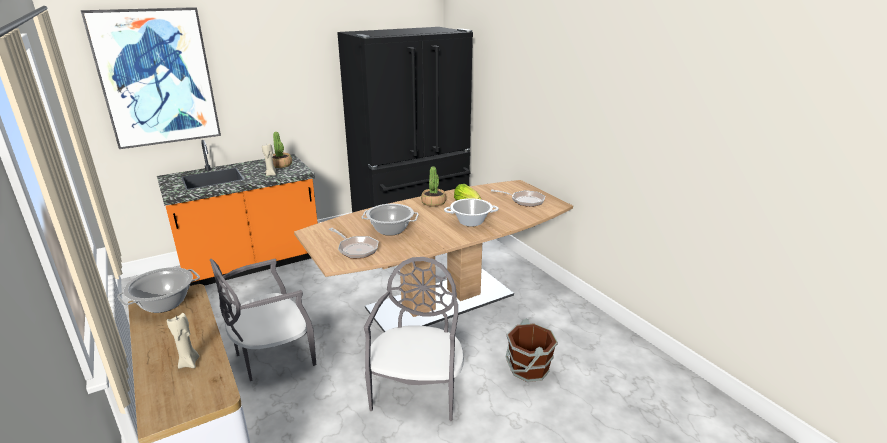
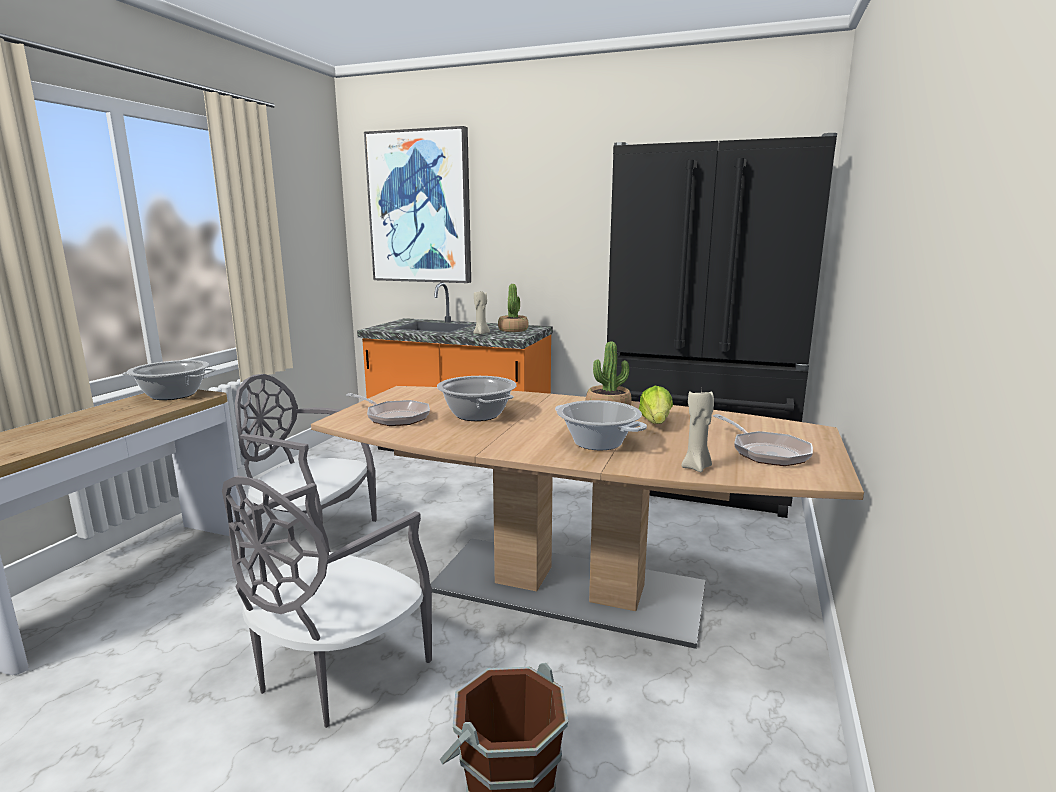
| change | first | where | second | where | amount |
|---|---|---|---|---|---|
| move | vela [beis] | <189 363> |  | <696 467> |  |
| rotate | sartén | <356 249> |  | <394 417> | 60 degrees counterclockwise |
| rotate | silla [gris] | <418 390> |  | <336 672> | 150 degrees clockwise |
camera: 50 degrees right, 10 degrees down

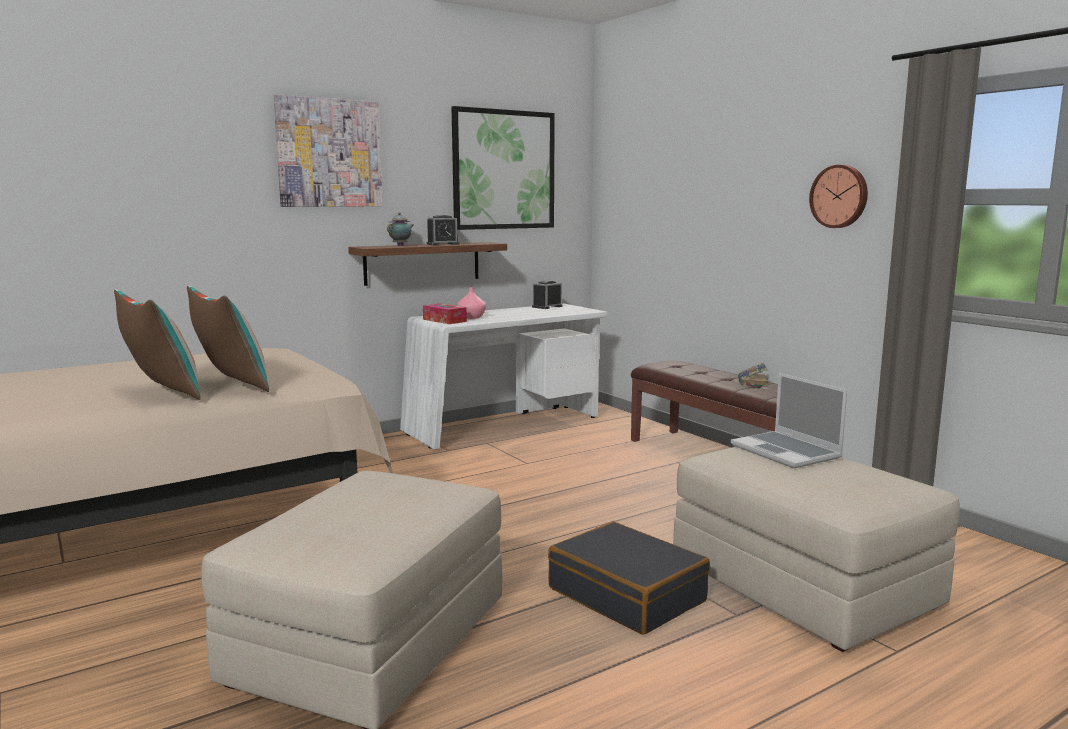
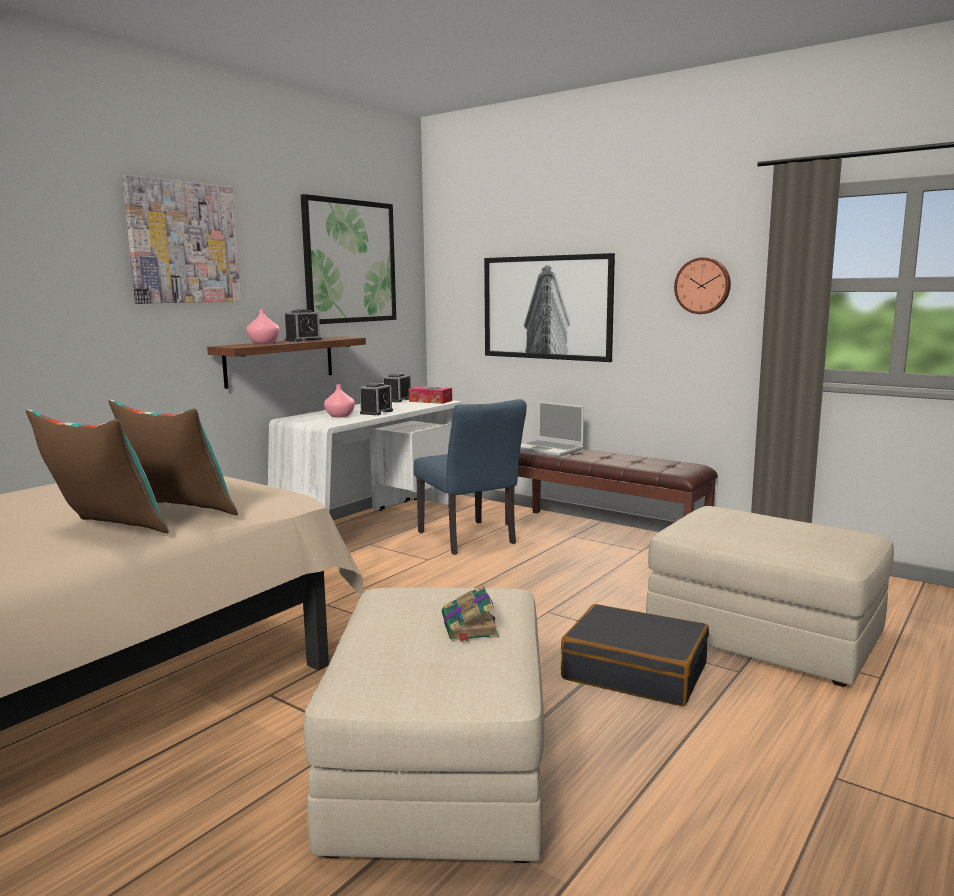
| change | first | where | second | where | amount |
|---|---|---|---|---|---|
| replace | tetera | <401 245> | florero [rosa] | <264 343> |  |
| move | caja de pañuelos | <444 320> |  | <430 401> |  |
| move | portátil | <787 452> |  | <550 450> |  |
| move | libro | <753 382> |  | <469 627> |  |
| insert |  |  | despertador | <376 412> |  |
| insert |  |  | silla [azul] | <470 540> |  |
| insert |  |  | cuadro | <546 307> |  |
camera: 20 degrees left, 0 degrees up

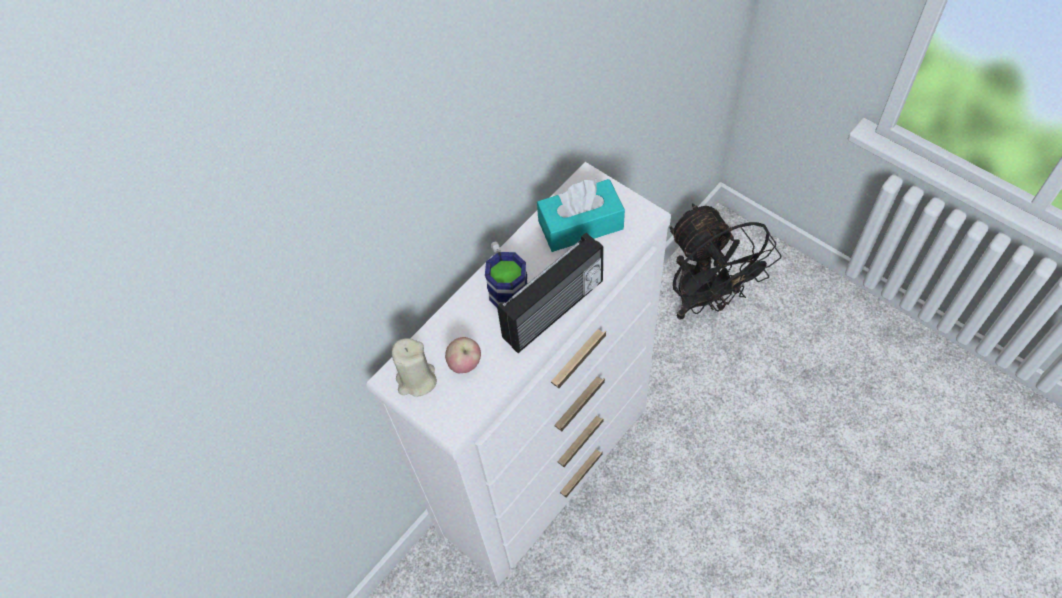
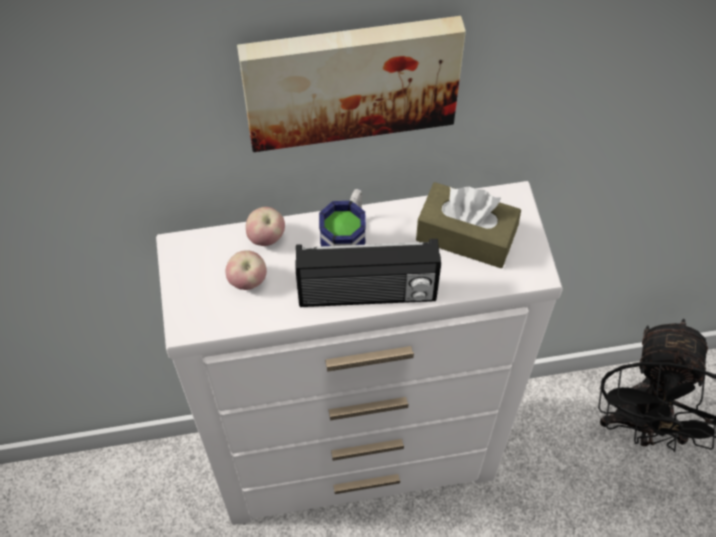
| change | first | where | second | where | amount |
|---|---|---|---|---|---|
| delete | vela [beis] | <416 380> |  |  |  |
| recolor | caja de pañuelos [turquesa] | <580 225> | caja de pañuelos [marrón] | <466 235> |  |
| insert |  |  | cuadro | <350 79> |  |
| insert |  |  | manzana | <266 237> |  |
camera: 35 degrees right, 0 degrees up

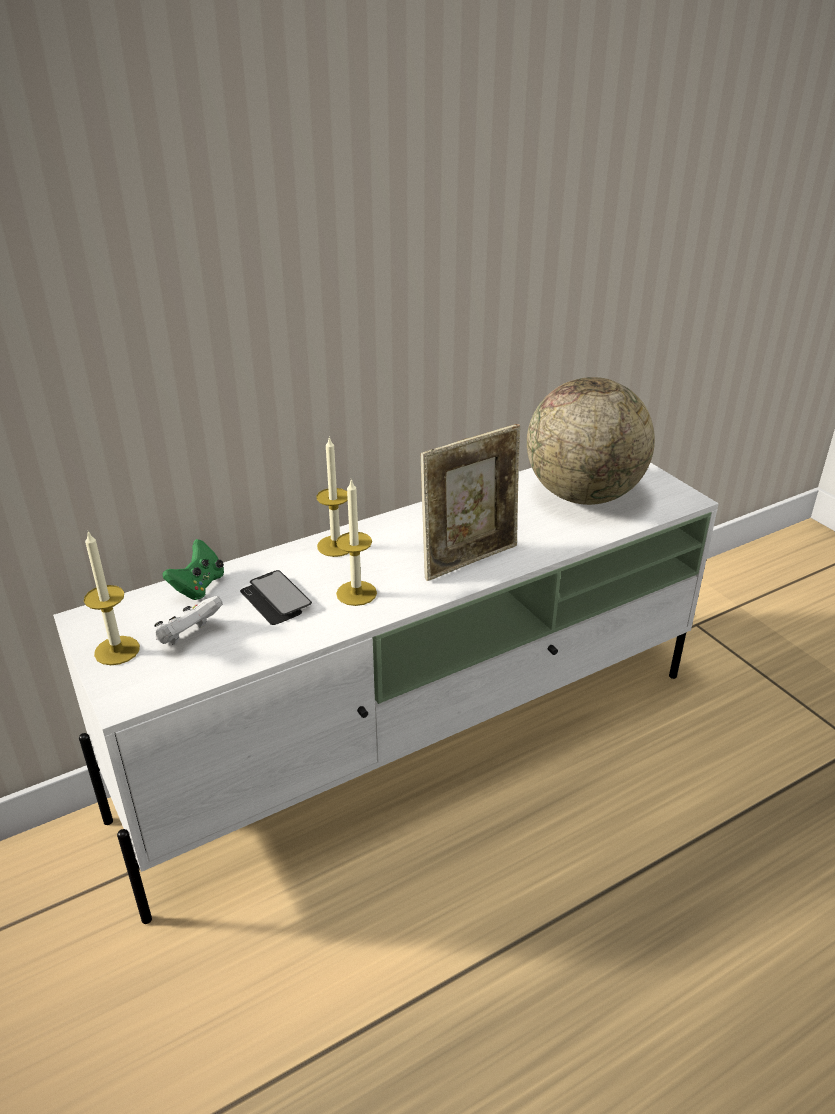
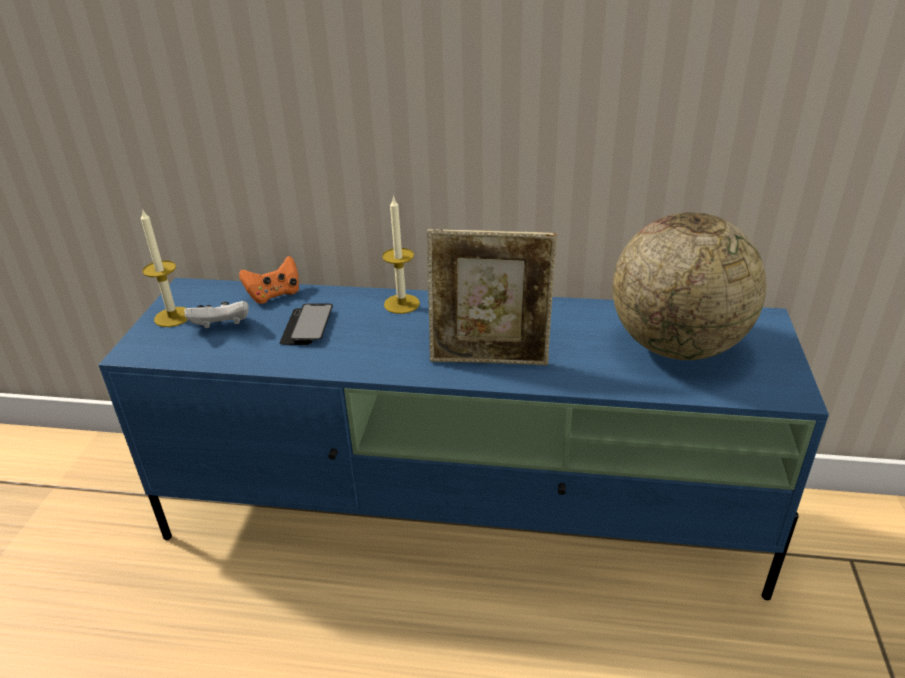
| change | first | where | second | where | amount |
|---|---|---|---|---|---|
| recolor | mueble de televisión [blanco] | <419 742> | mueble de televisión [azul] | <462 520> |  |
| recolor | mando de consola [verde] | <198 586> | mando de consola [naranja] | <274 295> |  |
| delete | vela | <356 593> |  |  |  |
camera: 40 degrees right, 0 degrees up

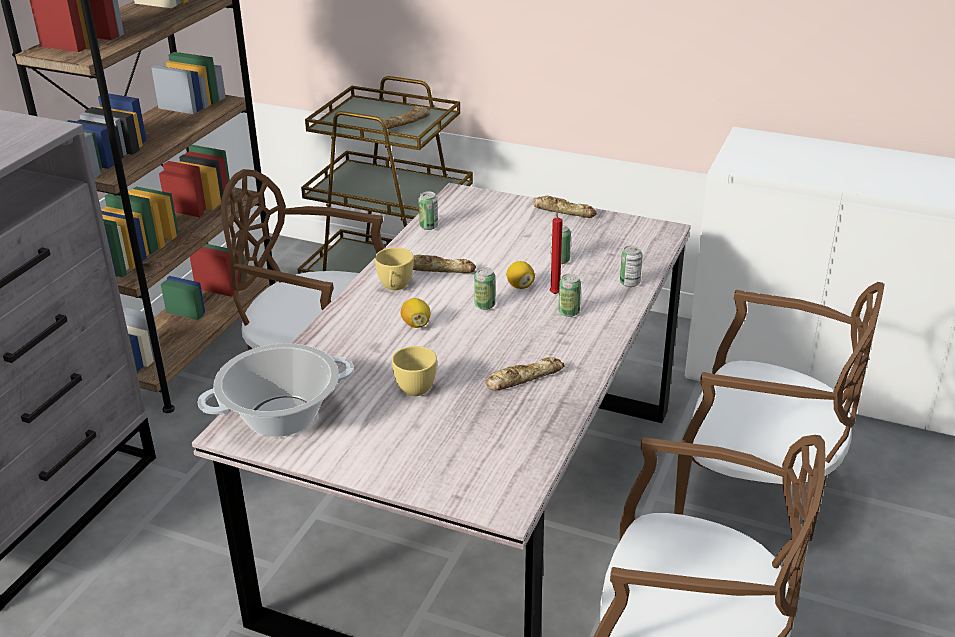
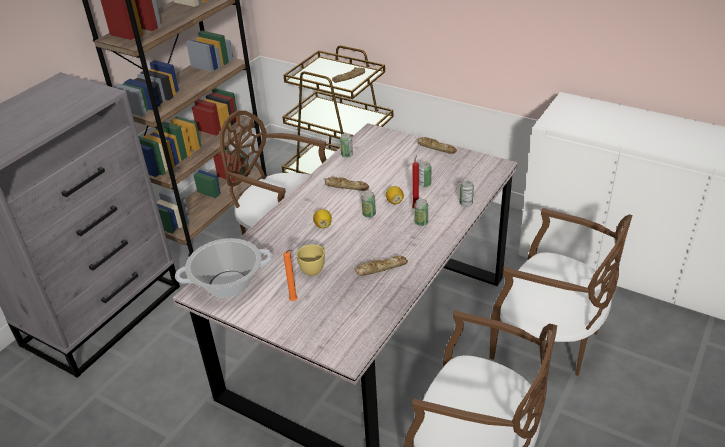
| change | first | where | second | where | amount |
|---|---|---|---|---|---|
| delete | taza [amarillo] | <395 287> |  |  |  |
| insert |  |  | vela [naranja] | <294 301> |  |
camera: 10 degrees right, 5 degrees up

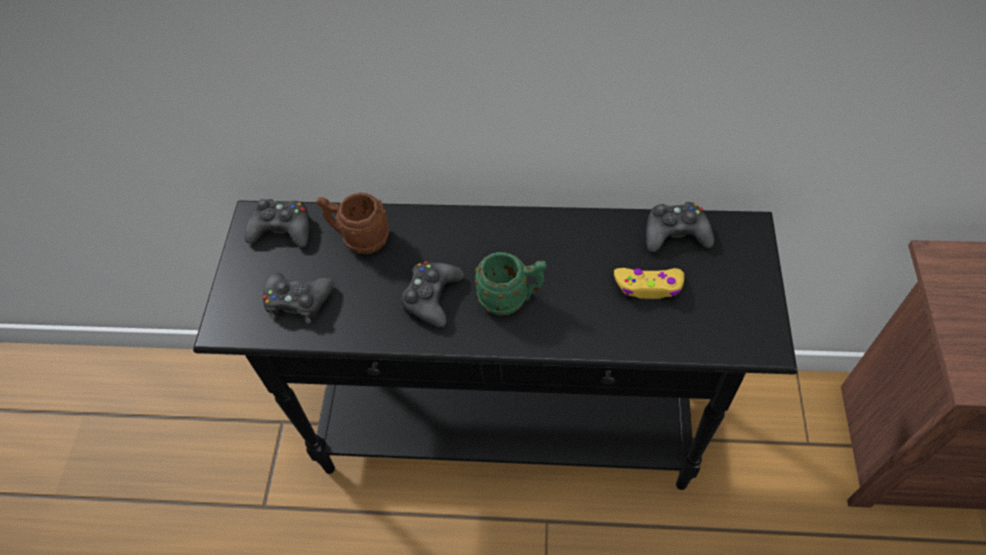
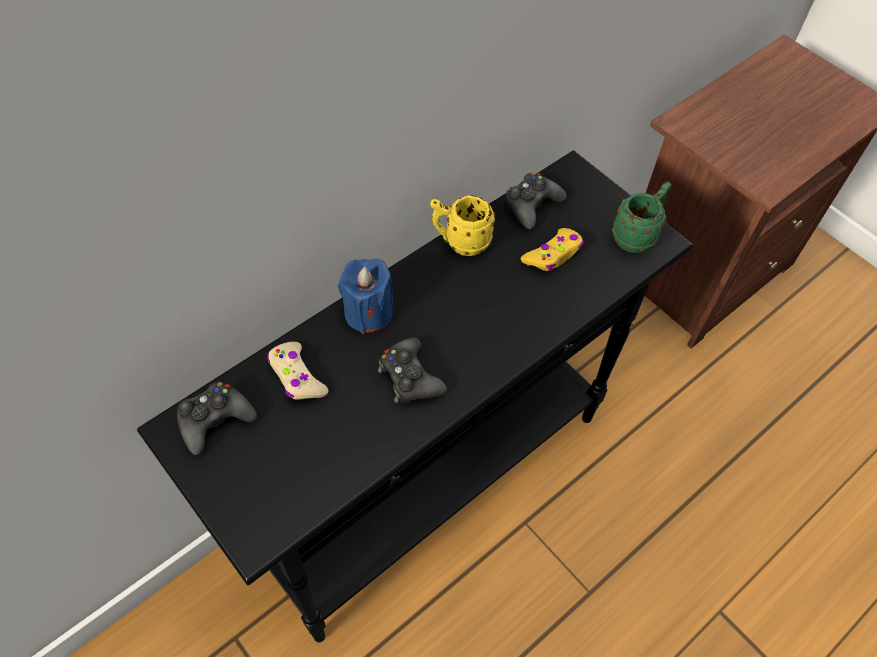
| change | first | where | second | where | amount |
|---|---|---|---|---|---|
| delete | mando de consola [negro] | <298 301> |  |  |  |
| replace | taza grande [marrón] | <359 239> | mando de consola [beis] | <297 377> |  |
| move | taza grande [verde] | <511 299> |  | <637 235> |  |
| insert |  |  | vela [azul] | <368 313> |  |
| insert |  |  | taza grande [amarillo] | <460 242> |  |
camera: 50 degrees left, 0 degrees up

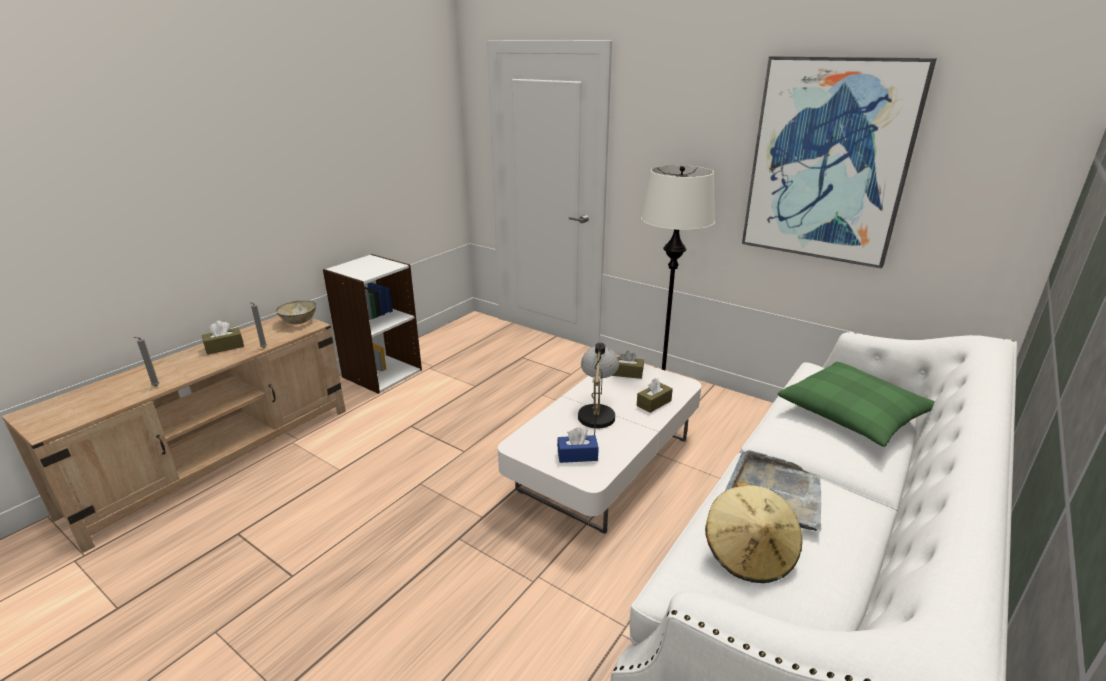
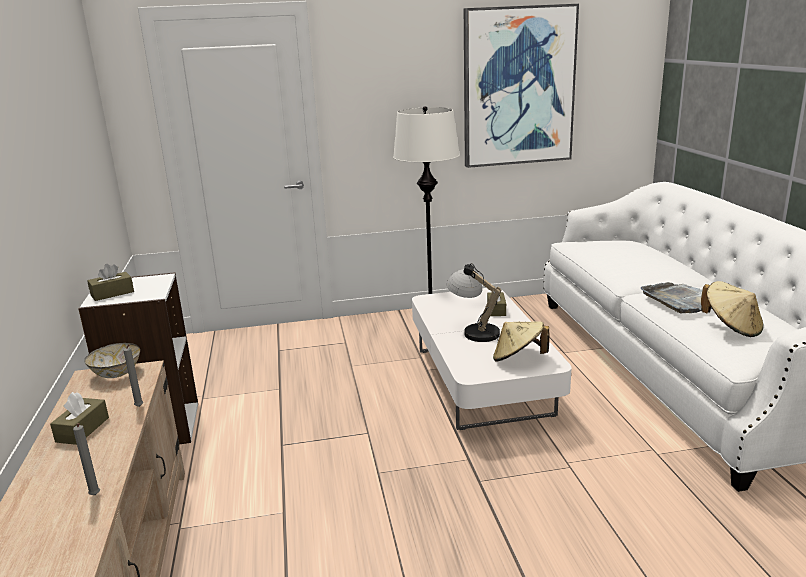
| change | first | where | second | where | amount |
|---|---|---|---|---|---|
| replace | caja de pañuelos [azul] | <577 455> | sombrero [beis] | <518 358> |  |
| move | caja de pañuelos [marrón] | <626 373> |  | <112 293> |  |
| delete | cojín [verde] | <853 414> |  |  |  |
camera: 45 degrees left, 5 degrees down

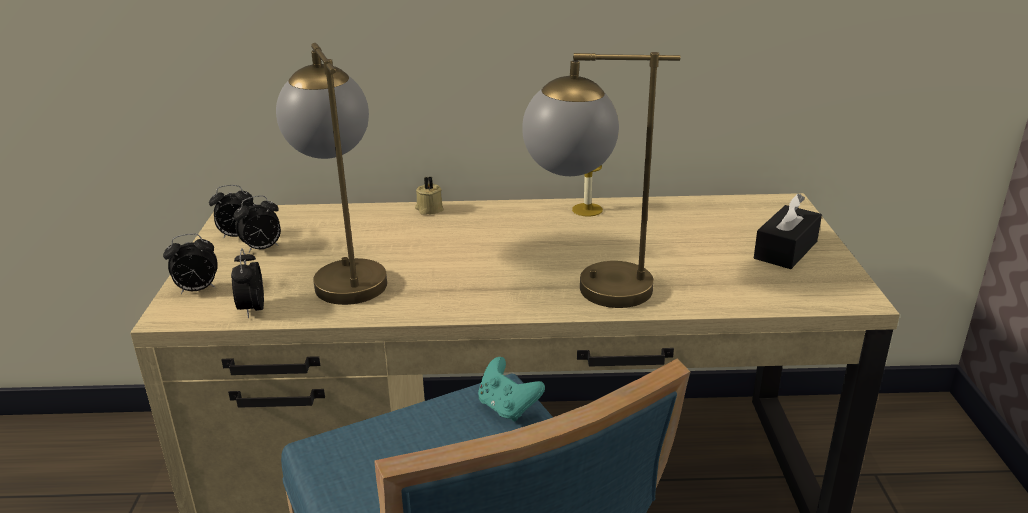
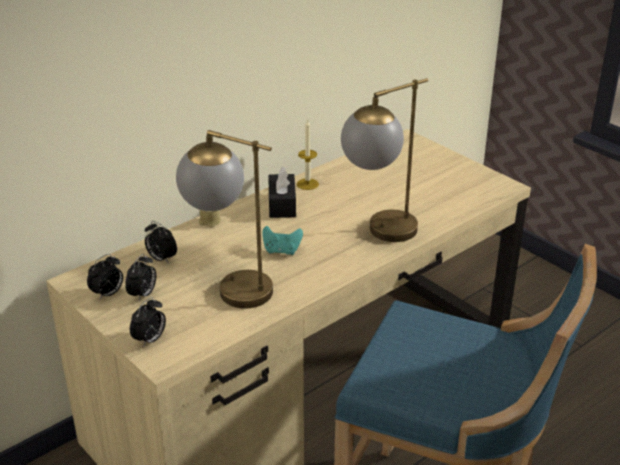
| change | first | where | second | where | amount |
|---|---|---|---|---|---|
| move | despertador | <252 309> |  | <161 259> |  |
| move | mando de consola [turquesa] | <507 407> |  | <281 251> |  |
| move | caja de pañuelos [negro] | <785 250> |  | <282 204> |  |
camera: 40 degrees left, 5 degrees up

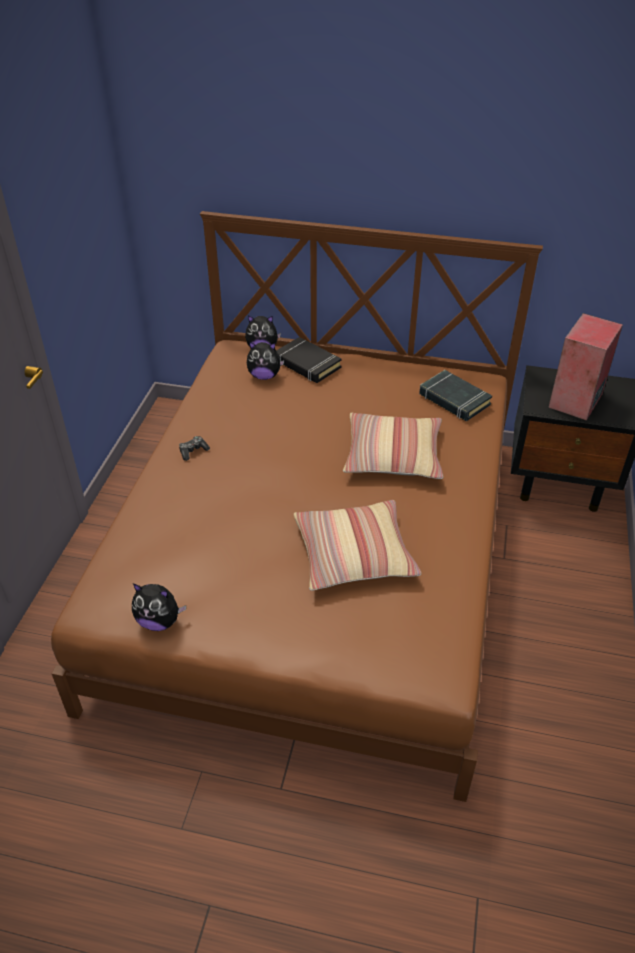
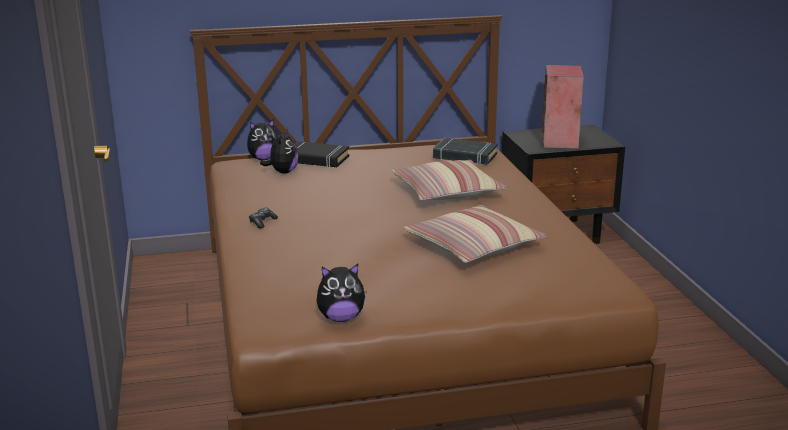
| change | first | where | second | where | amount |
|---|---|---|---|---|---|
| rotate | peluche | <264 376> |  | <283 172> | 60 degrees counterclockwise |
camera: 25 degrees left, 20 degrees down

